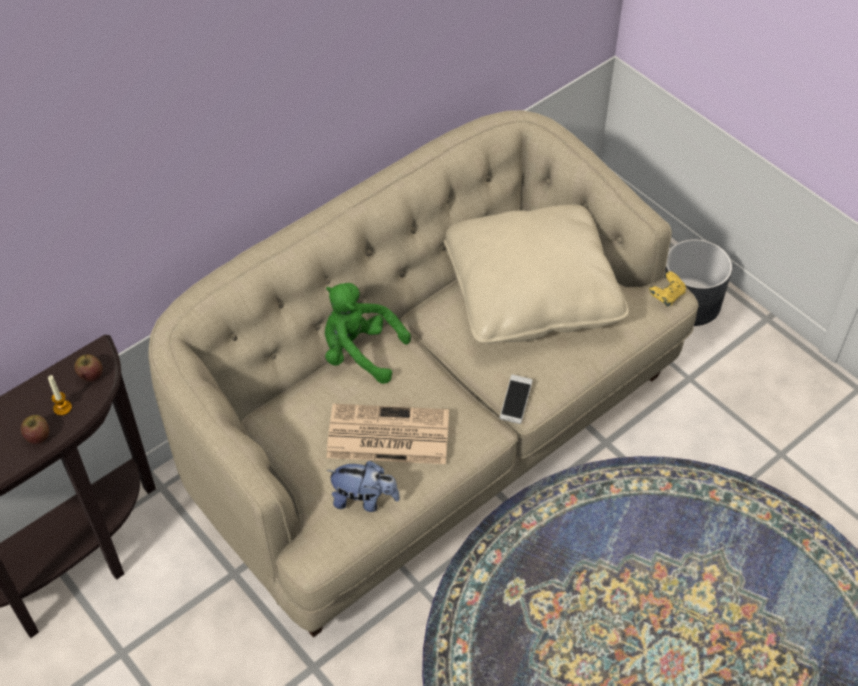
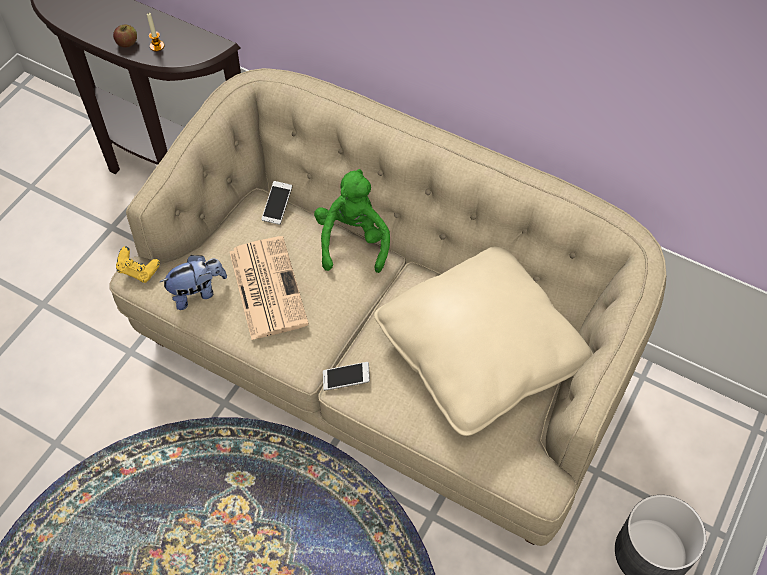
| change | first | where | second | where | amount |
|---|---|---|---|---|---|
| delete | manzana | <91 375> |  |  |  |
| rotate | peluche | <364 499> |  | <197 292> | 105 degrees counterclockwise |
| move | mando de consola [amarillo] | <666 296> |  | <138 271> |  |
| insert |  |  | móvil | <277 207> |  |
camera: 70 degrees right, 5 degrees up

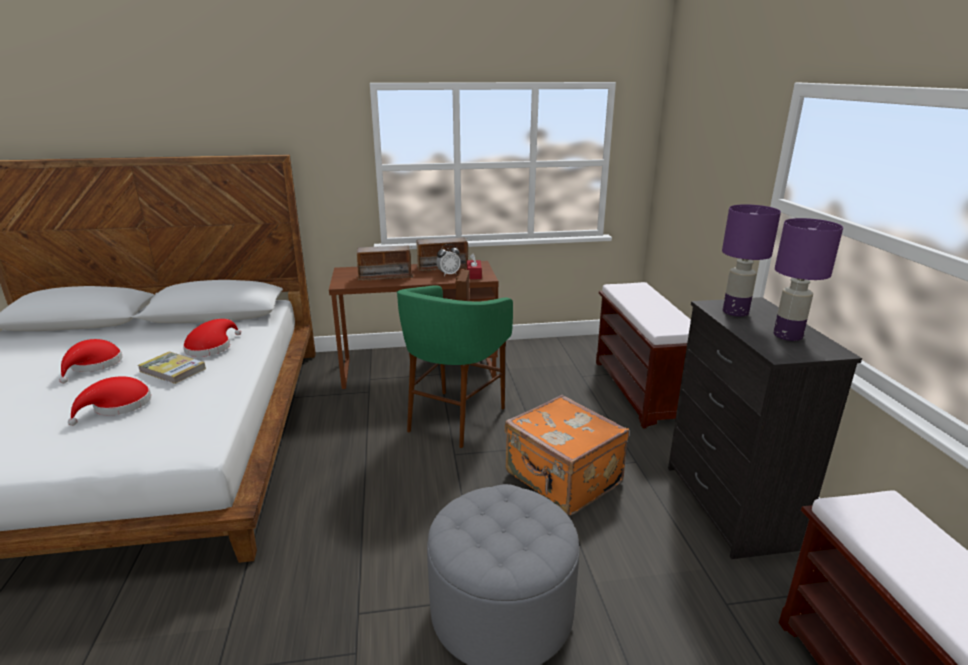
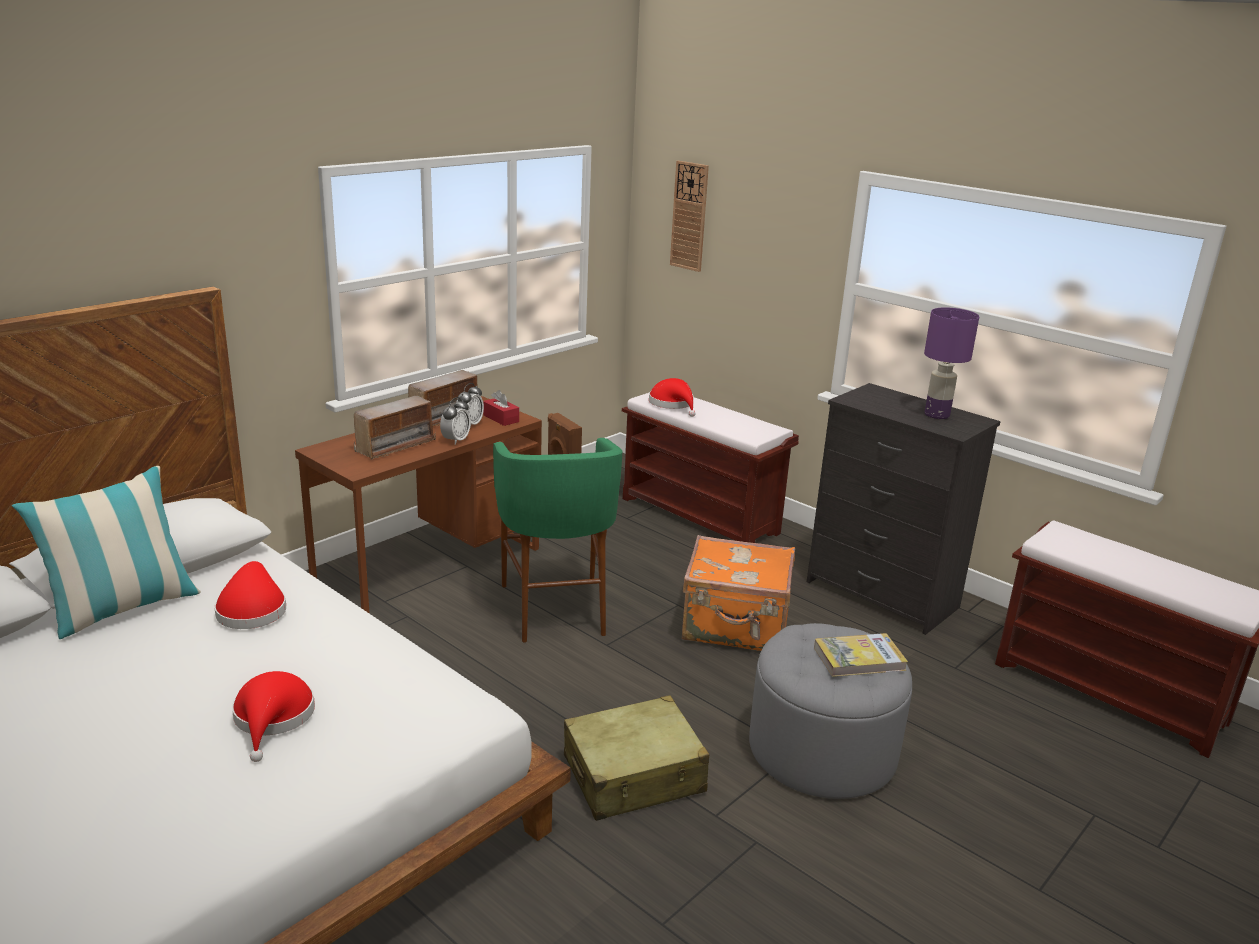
| change | first | where | second | where | amount |
|---|---|---|---|---|---|
| move | sombrero [rojo] | <94 365> |  | <673 404> |  |
| move | libro | <172 370> |  | <859 658> |  |
| delete | lámpara de mesa [morado] | <735 312> |  |  |  |
| insert |  |  | cojín | <123 608> |  |
| insert |  |  | despertador | <456 440> |  |
| insert |  |  | maleta [beis] | <634 775> |  |
| insert |  |  | reloj de pared | <689 216> |  |
camera: 40 degrees left, 0 degrees up

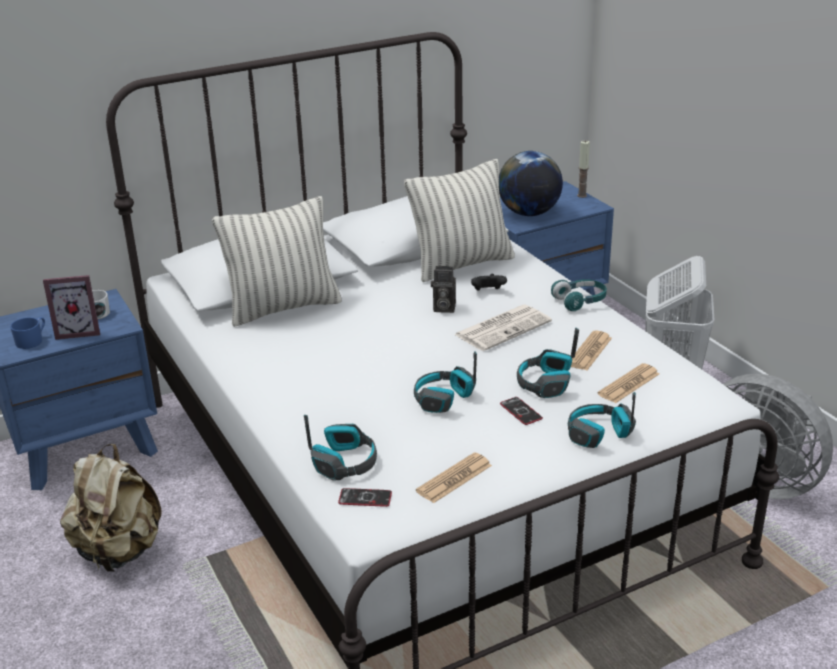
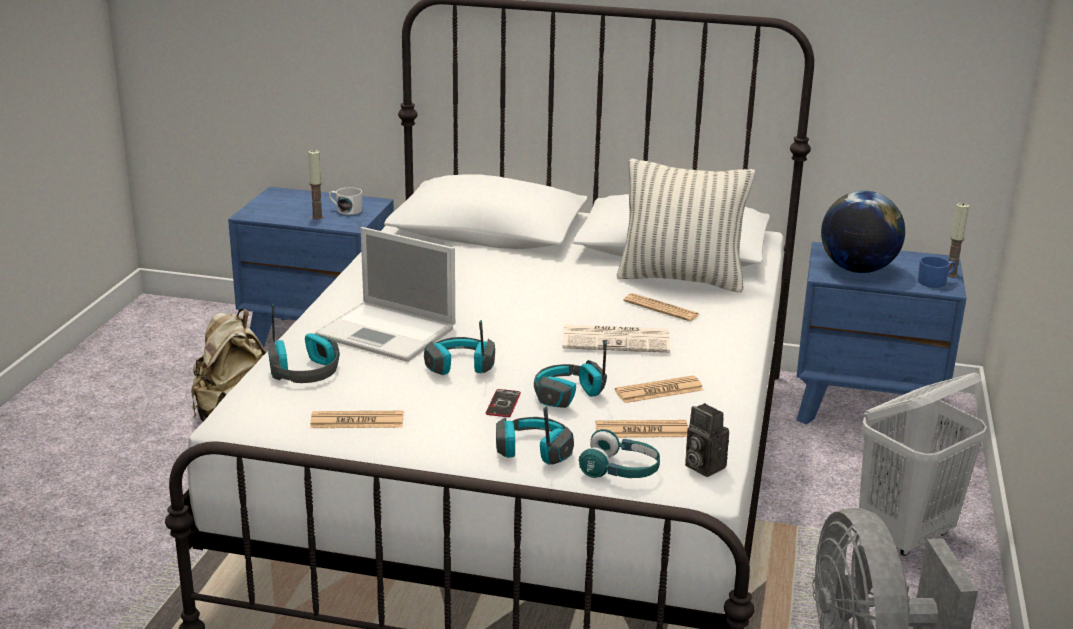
| change | first | where | second | where | amount |
|---|---|---|---|---|---|
| move | taza grande [azul] | <32 341> |  | <935 282> |  |
| replace | portarretratos | <79 331> | vela | <317 217> |  |
| delete | cojín | <283 308> |  |  |  |
| delete | móvil | <365 498> |  |  |  |
| move | cámara | <443 308> |  | <702 466> |  |
| replace | mando de consola [negro] | <488 292> | periódico | <661 308> |  |
| move | auriculares [turquesa] | <580 301> |  | <620 470> |  |
| insert |  |  | portátil | <388 332> |  |
camera: 40 degrees right, 5 degrees down

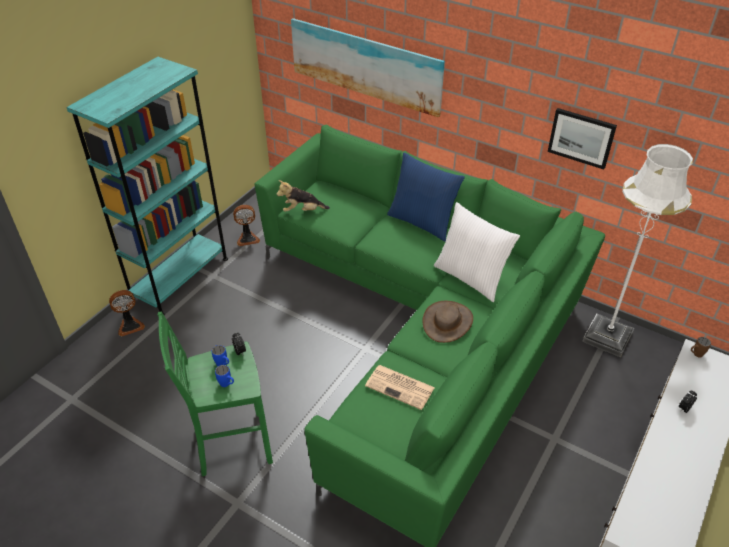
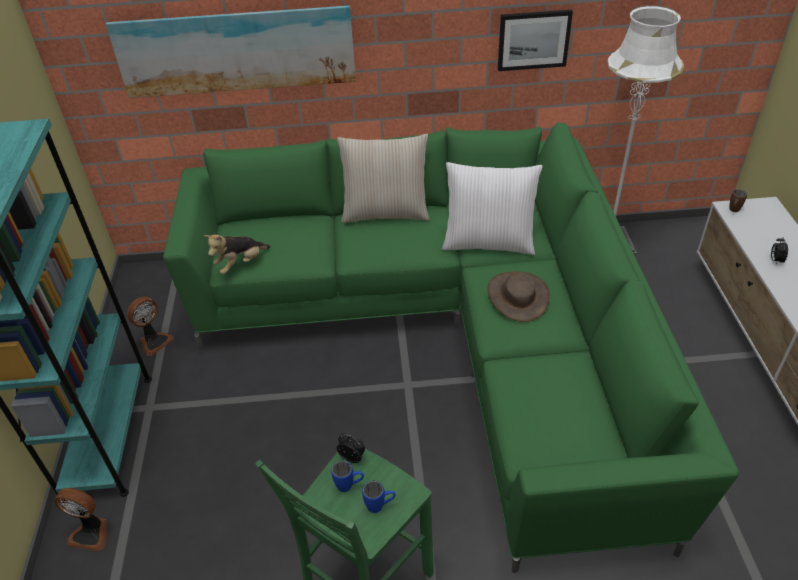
| change | first | where | second | where | amount |
|---|---|---|---|---|---|
| rotate | ventilador | <130 325> |  | <91 533> | 75 degrees clockwise |
| delete | periódico | <401 387> |  |  |  |
| recolor | cojín [azul] | <422 222> | cojín [beis] | <385 212> |  |
camera: 35 degrees left, 0 degrees up

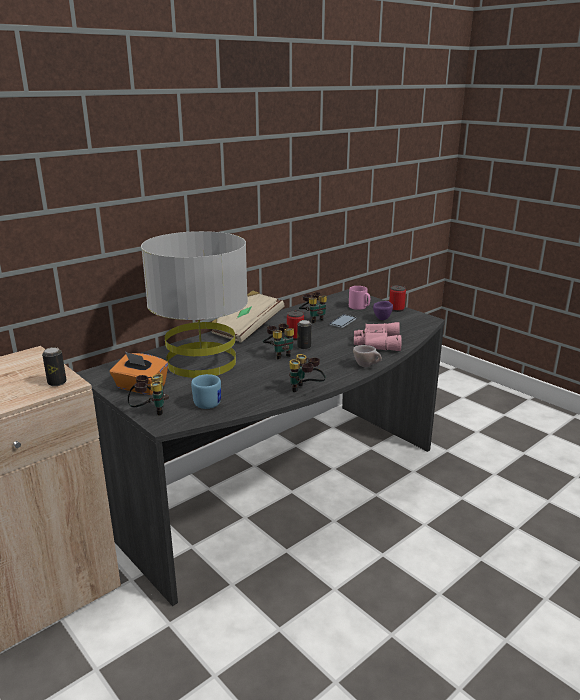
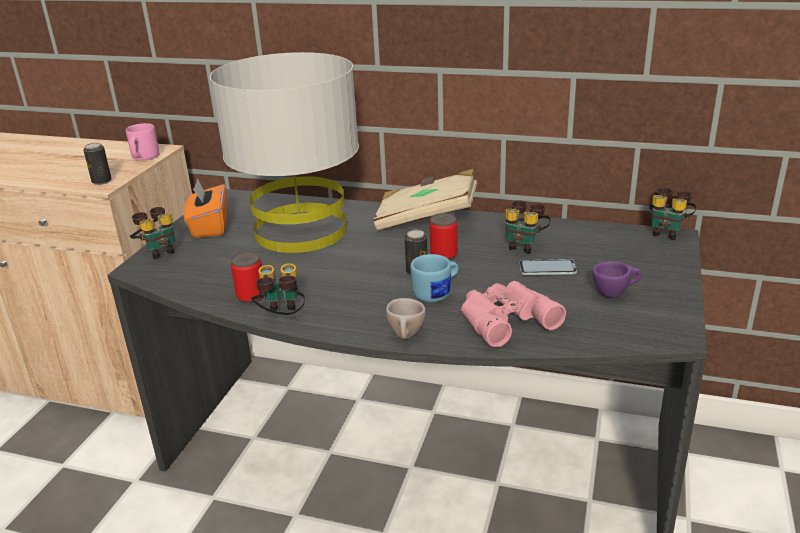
| change | first | where | second | where | amount |
|---|---|---|---|---|---|
| move | taza grande [azul] | <208 402> |  | <437 293> |  |
| move | prismáticos | <279 354> |  | <667 232> |  |
| move | taza grande [rosa] | <359 307> |  | <144 157> |  |
| move | lata | <396 309> |  | <251 296> |  |
camera: 60 degrees right, 5 degrees up

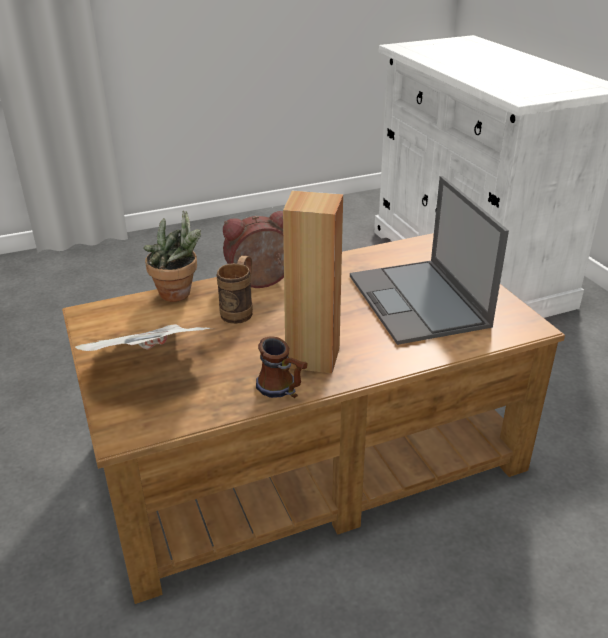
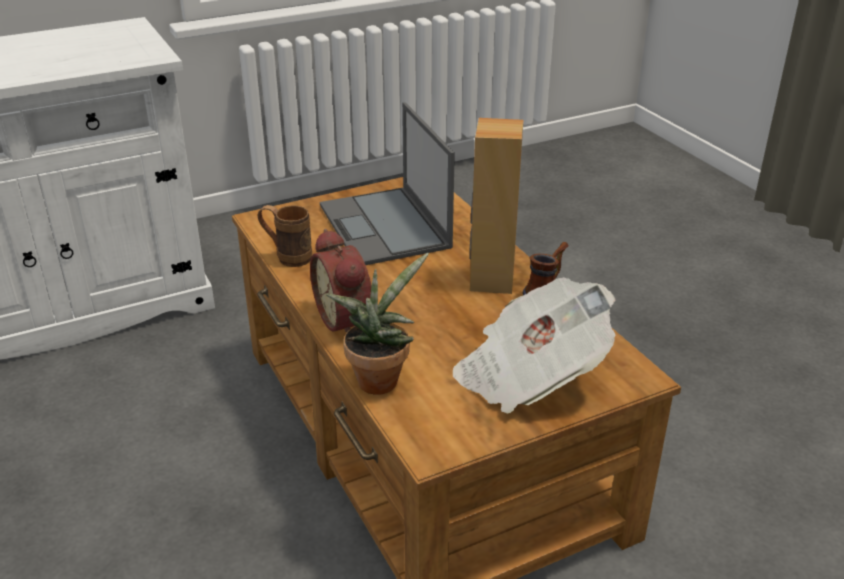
| change | first | where | second | where | amount |
|---|---|---|---|---|---|
| move | taza grande [marrón] | <240 310> |  | <287 257> |  |
| rotate | portátil | <418 301> |  | <385 227> | 90 degrees clockwise |
camera: 95 degrees left, 0 degrees up

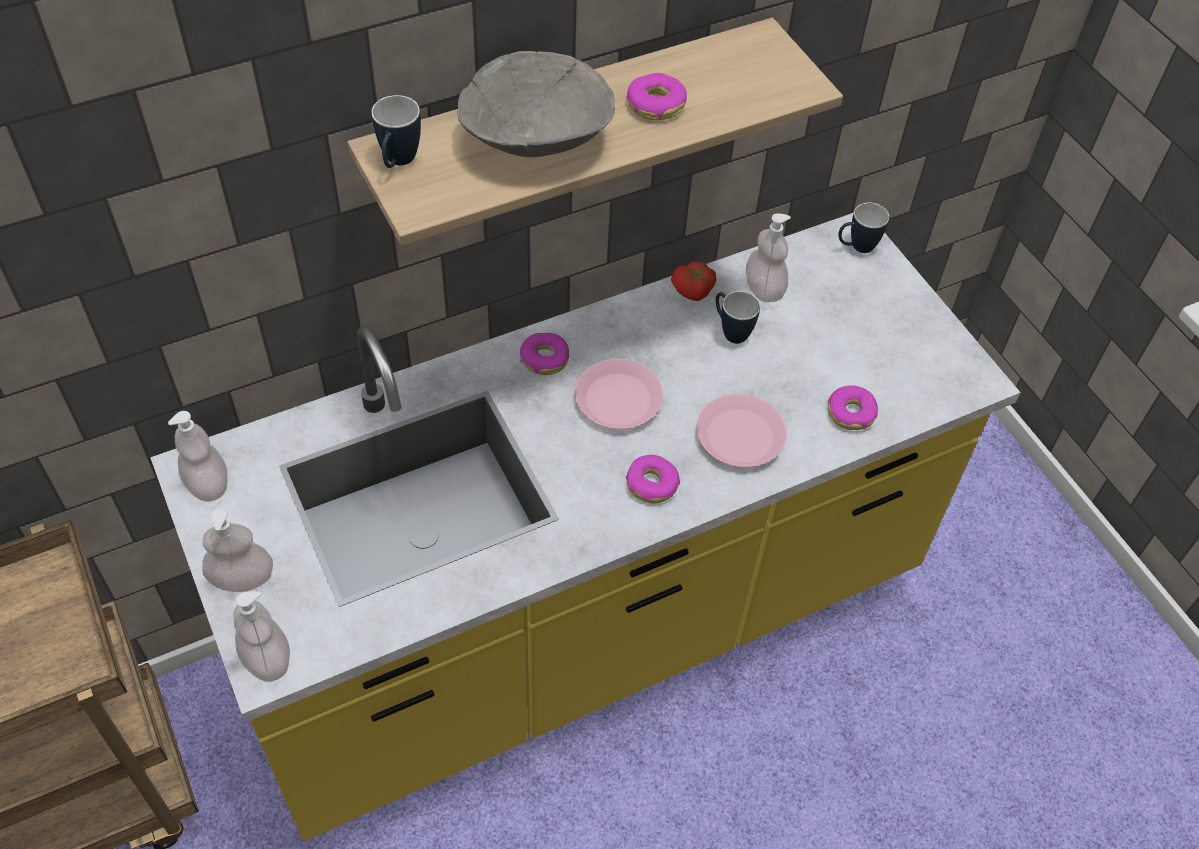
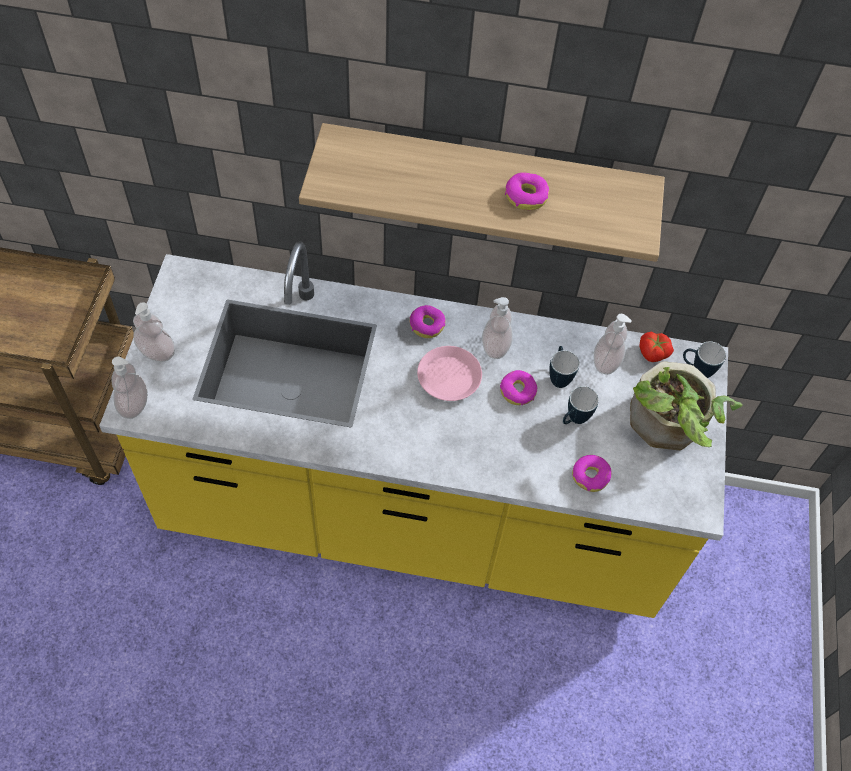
| change | first | where | second | where | amount |
|---|---|---|---|---|---|
| move | dispensador de jabón | <207 484> |  | <495 346> |  |
| move | taza grande | <398 163> |  | <574 420> |  |
| delete | cuenco [gris] | <535 140> |  |  |  |
| move | rosquilla | <652 484> |  | <517 391> |  |
| move | tomate | <693 291> |  | <652 353> |  |
| delete | plato [rosa] | <740 436> |  |  |  |
| insert |  |  | planta en maceta | <667 428> |  |
camera: 35 degrees right, 5 degrees up

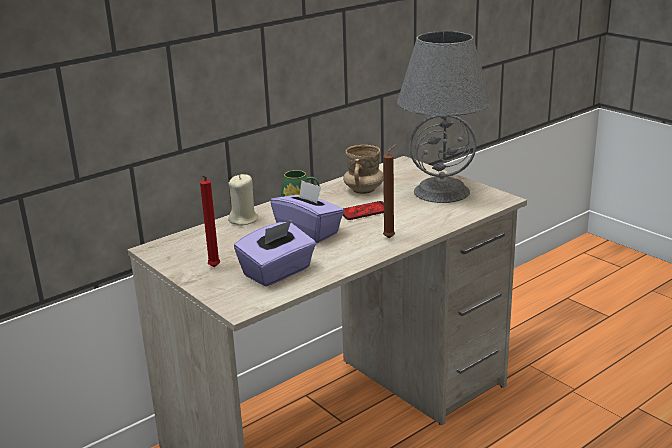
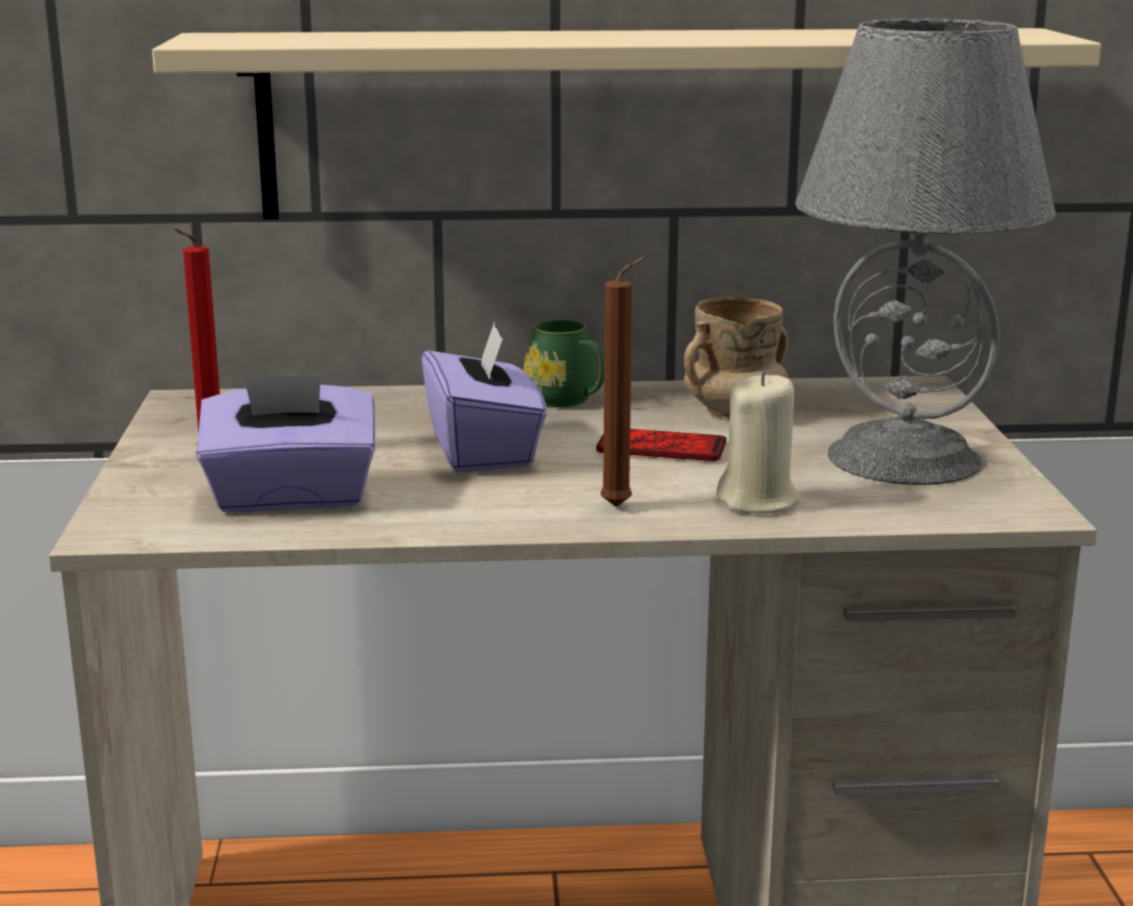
| change | first | where | second | where | amount |
|---|---|---|---|---|---|
| move | vela [beis] | <243 220> |  | <758 501> |  |
| insert |  |  | estante [beis] | <618 123> |  |
camera: 35 degrees right, 5 degrees down

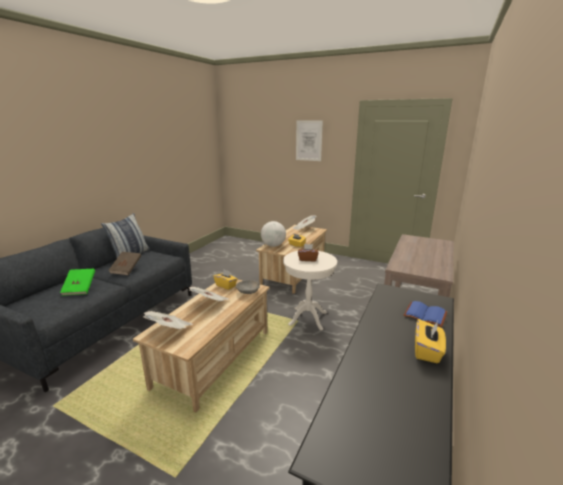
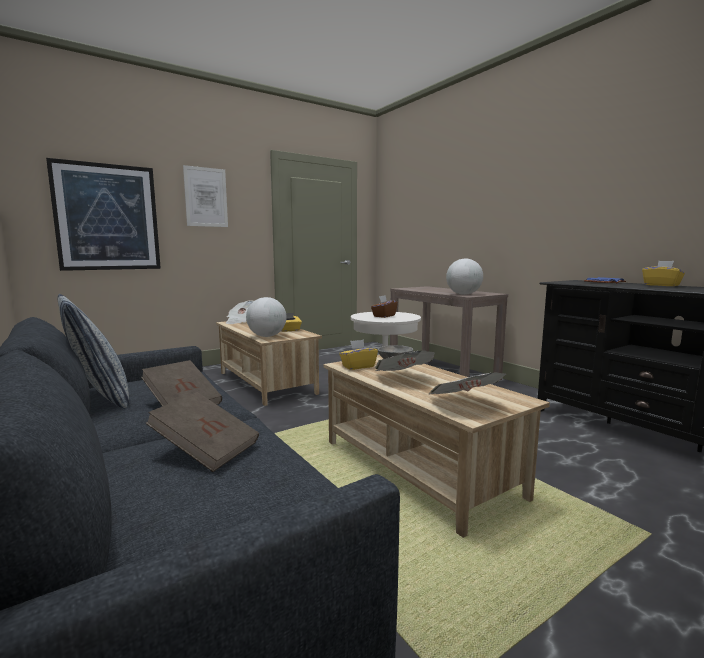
| change | first | where | second | where | amount |
|---|---|---|---|---|---|
| recolor | libro [verde] | <80 288> | libro [marrón] | <206 450> |  |
| insert |  |  | cuadro | <107 217> |  |
| insert |  |  | globo terráqueo | <463 294> |  |
camera: 60 degrees left, 10 degrees down

